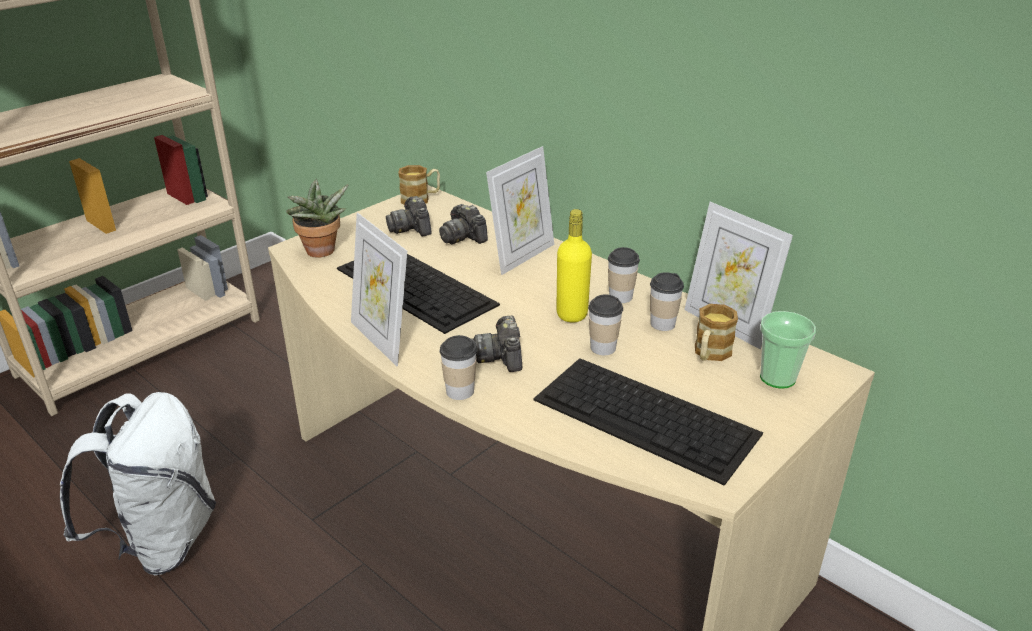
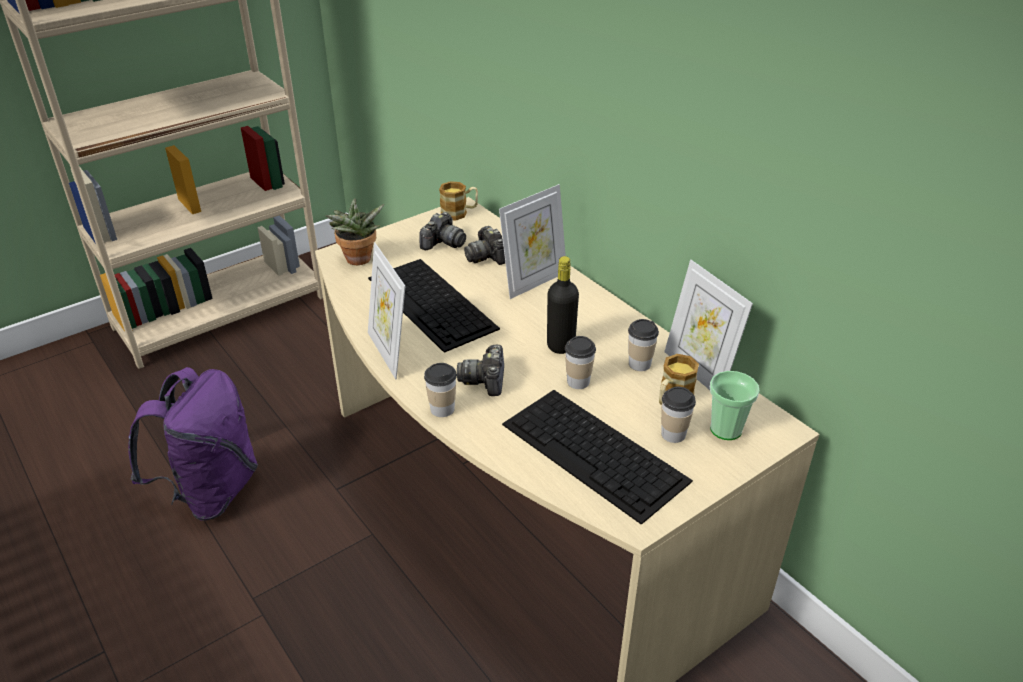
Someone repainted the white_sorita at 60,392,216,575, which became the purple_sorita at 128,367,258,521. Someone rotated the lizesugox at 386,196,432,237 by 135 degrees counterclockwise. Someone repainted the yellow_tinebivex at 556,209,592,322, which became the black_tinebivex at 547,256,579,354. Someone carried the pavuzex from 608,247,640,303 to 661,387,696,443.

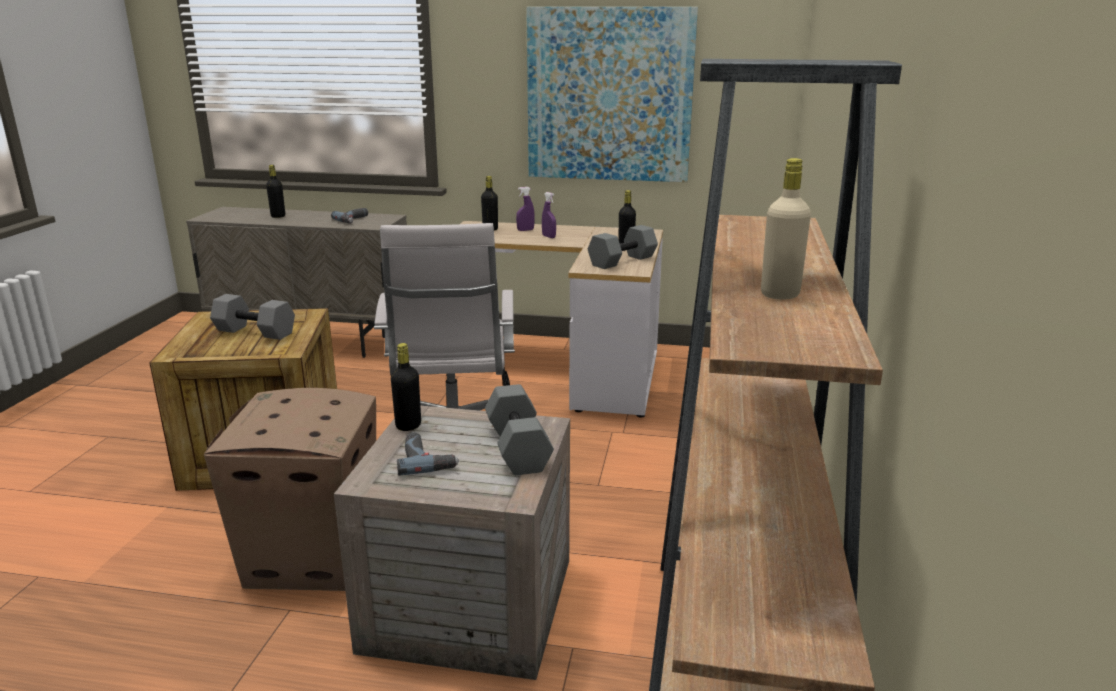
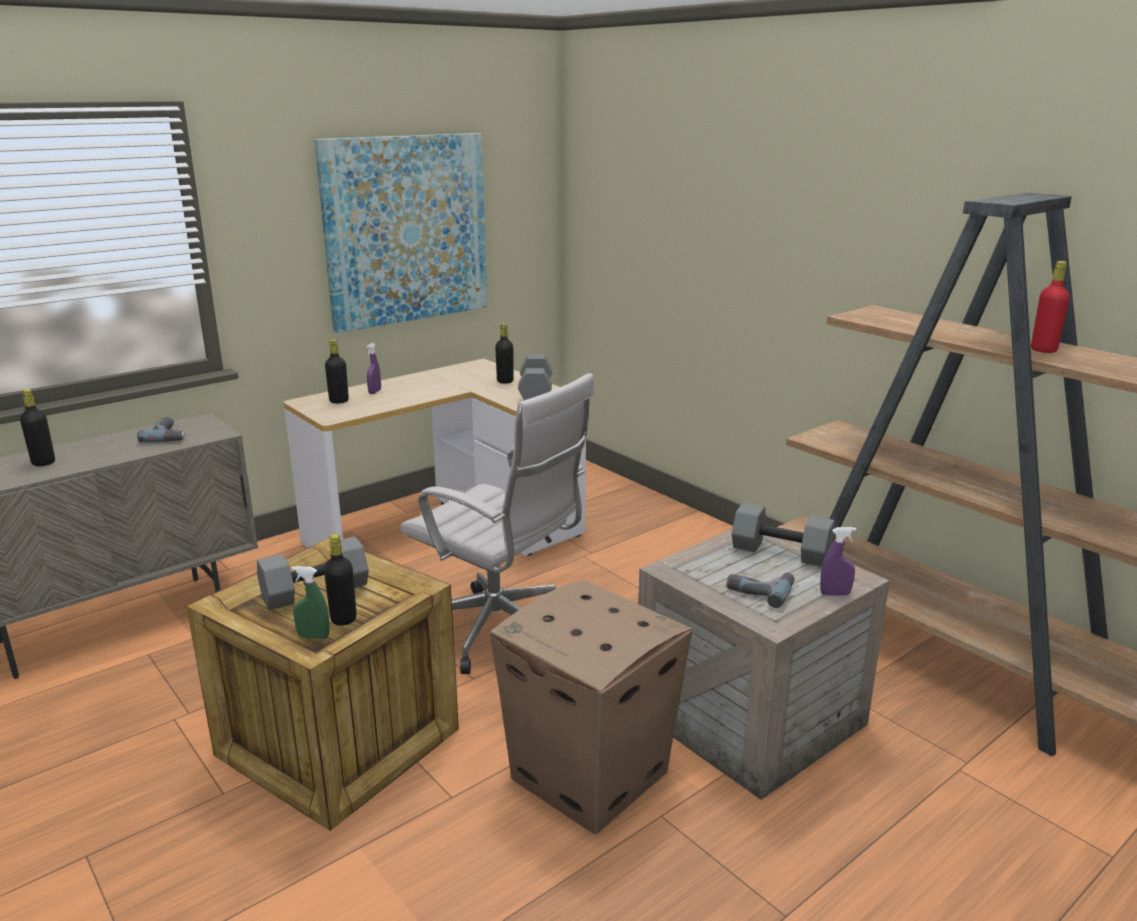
Someone put down the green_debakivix at 292,566,330,639. Someone carried the black_tinebivex from 391,343,421,431 to 324,534,356,626. Someone carried the purple_debakivix from 542,192,556,238 to 820,527,857,596. Someone repainted the beige_tinebivex at 761,158,811,300, which became the red_tinebivex at 1031,261,1070,353.

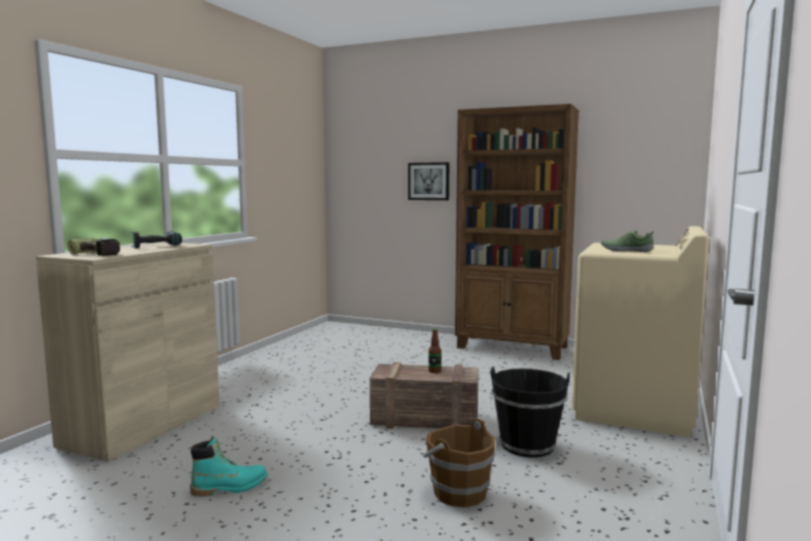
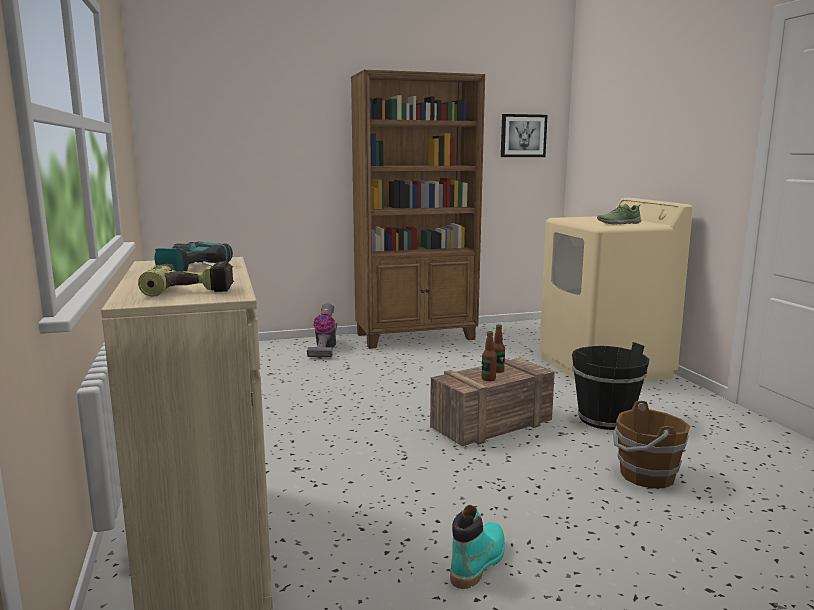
Someone put down the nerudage at 307,303,337,359. Someone put down the tinebivex at 481,331,497,381. Someone carried the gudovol from 408,162,449,200 to 501,114,548,157.

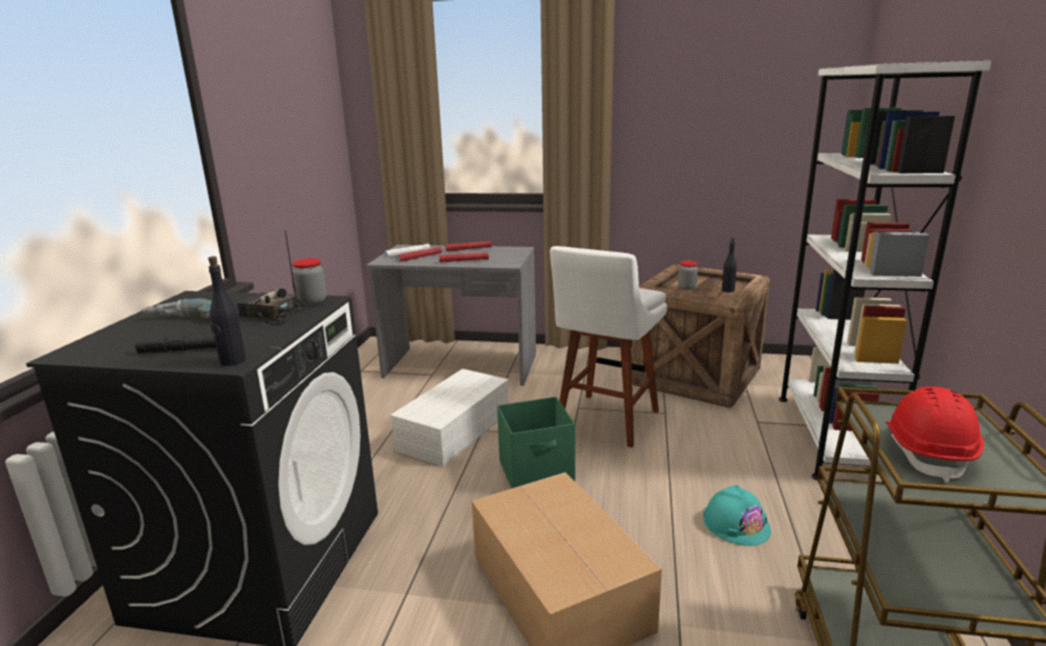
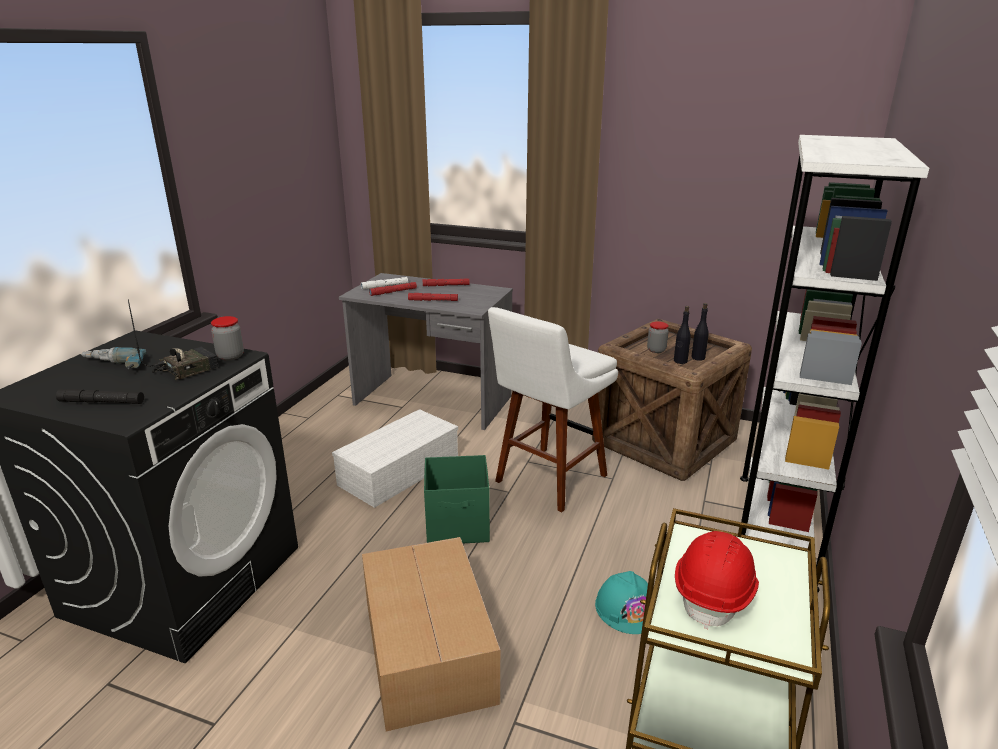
Someone rotated the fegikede at 237,231,302,325 by 105 degrees clockwise. Someone carried the black_tinebivex from 208,256,246,366 to 674,306,691,364.

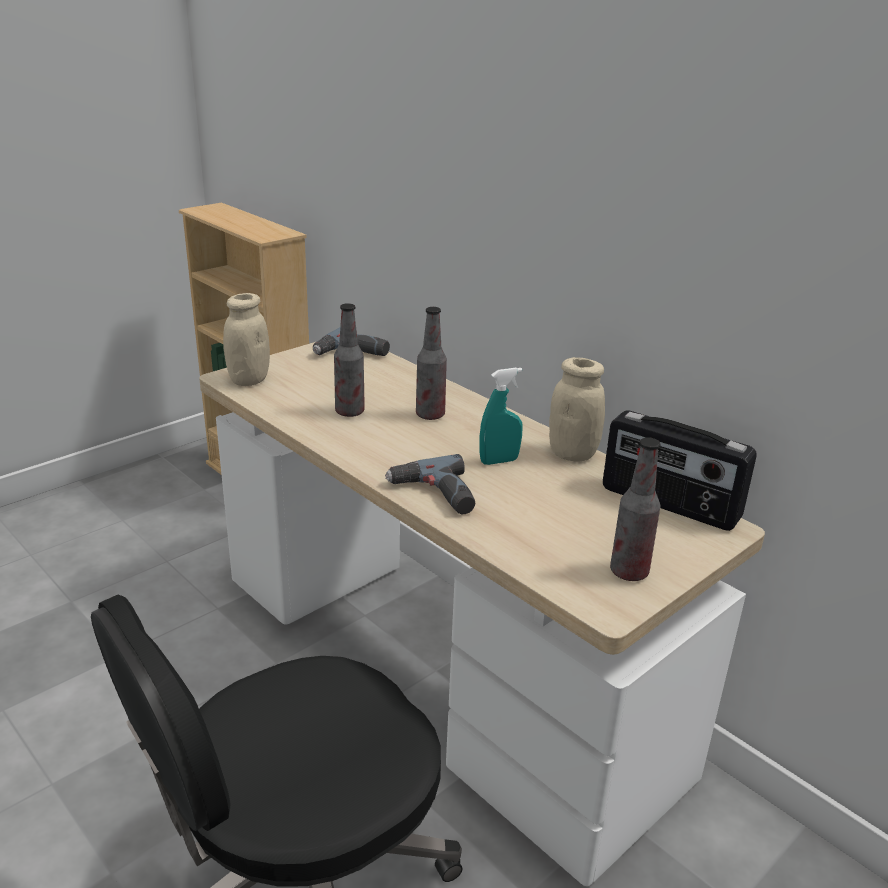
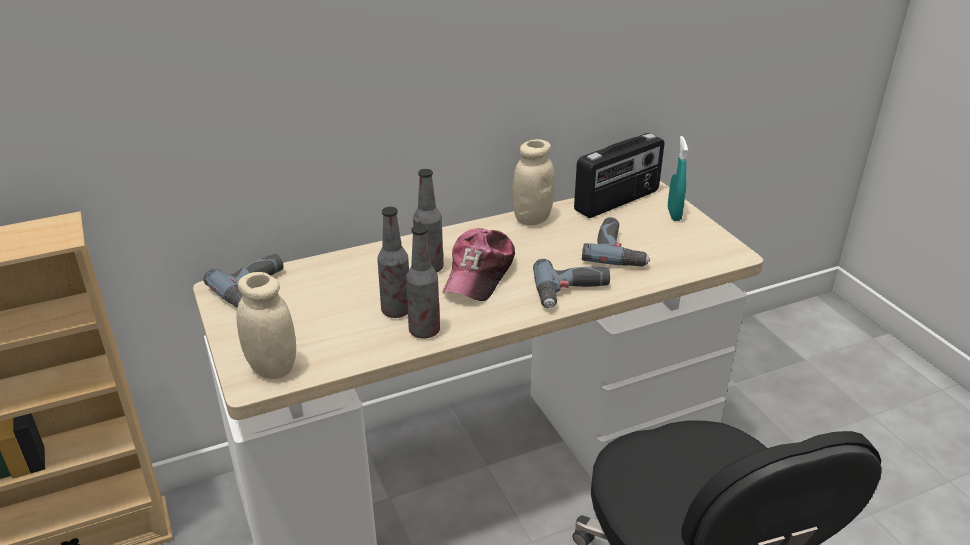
Someone carried the tinebivex from 610,437,661,581 to 406,224,440,339. Someone put down the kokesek at 442,228,515,301. Someone put down the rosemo at 582,217,650,267. Someone carried the turquoise_debakivix from 479,367,523,465 to 668,136,688,221.

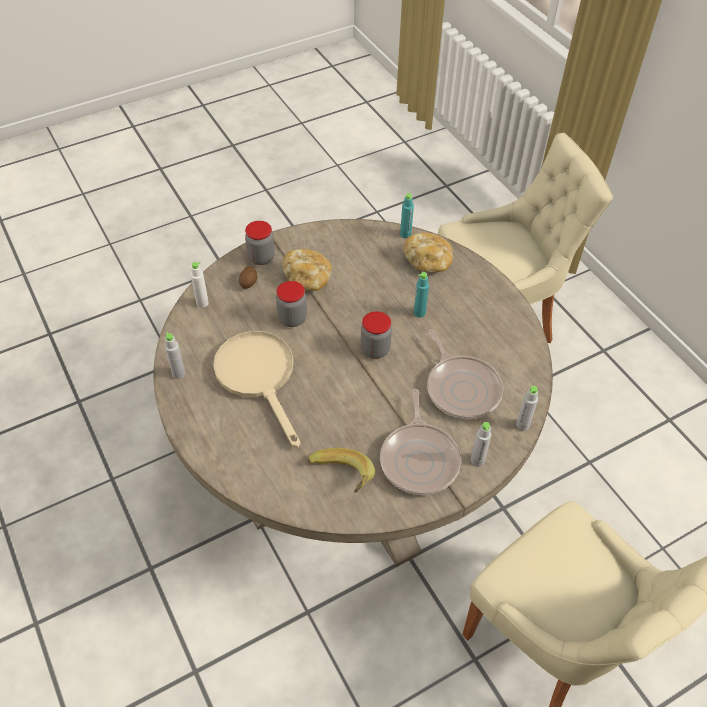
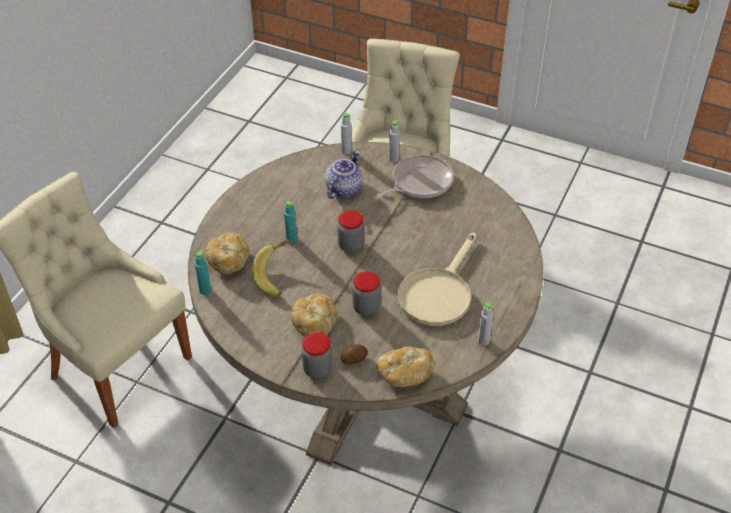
Someone carried the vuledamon from 307,448,375,492 to 252,239,292,297. Someone swapped the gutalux at 427,329,504,419 for the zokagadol at 325,151,362,199. Someone swapped the white_tinebivex at 191,262,209,308 for the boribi at 377,346,435,387.

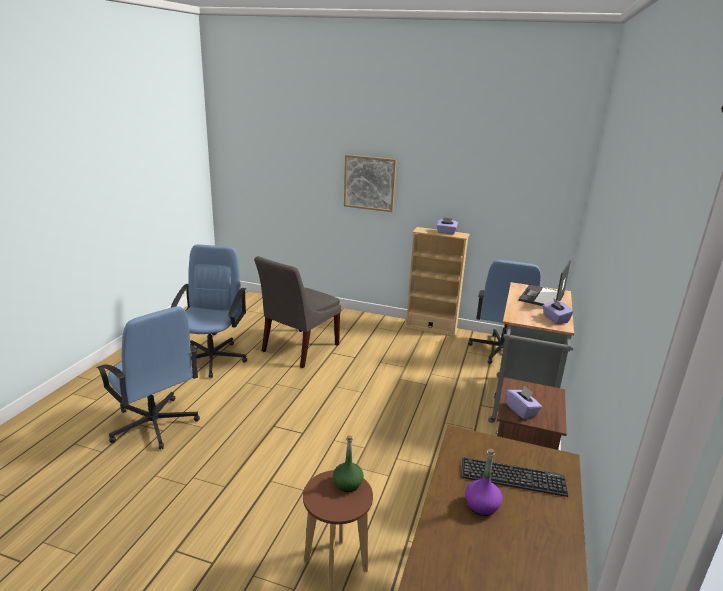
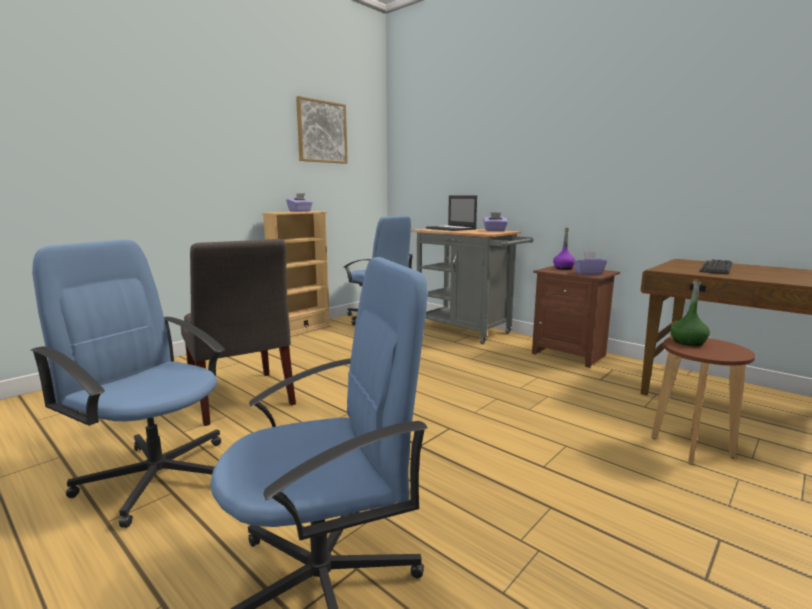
Someone carried the gudovol from 344,155,397,212 to 296,96,348,164. Someone carried the purple_tinebivex from 465,449,502,516 to 553,228,575,270.

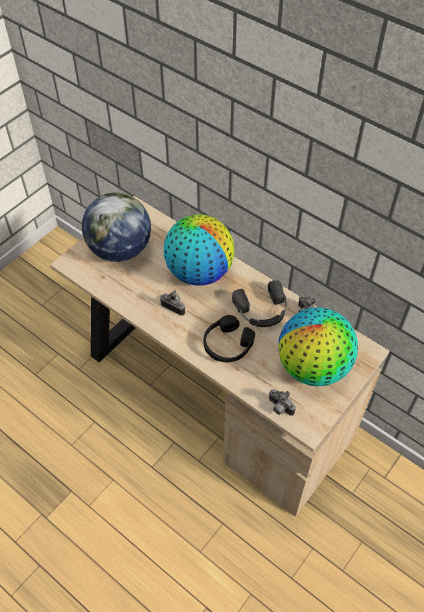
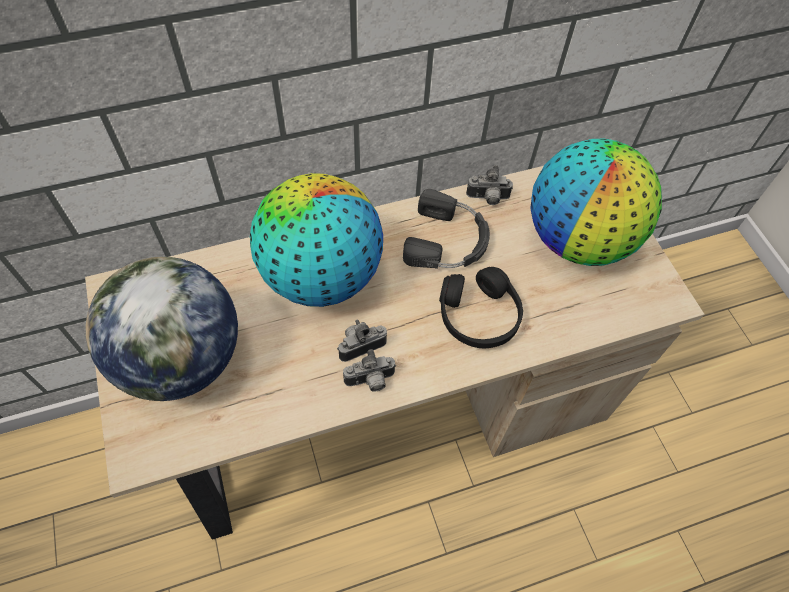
Someone carried the lizesugox from 269,389,296,416 to 343,349,396,392.

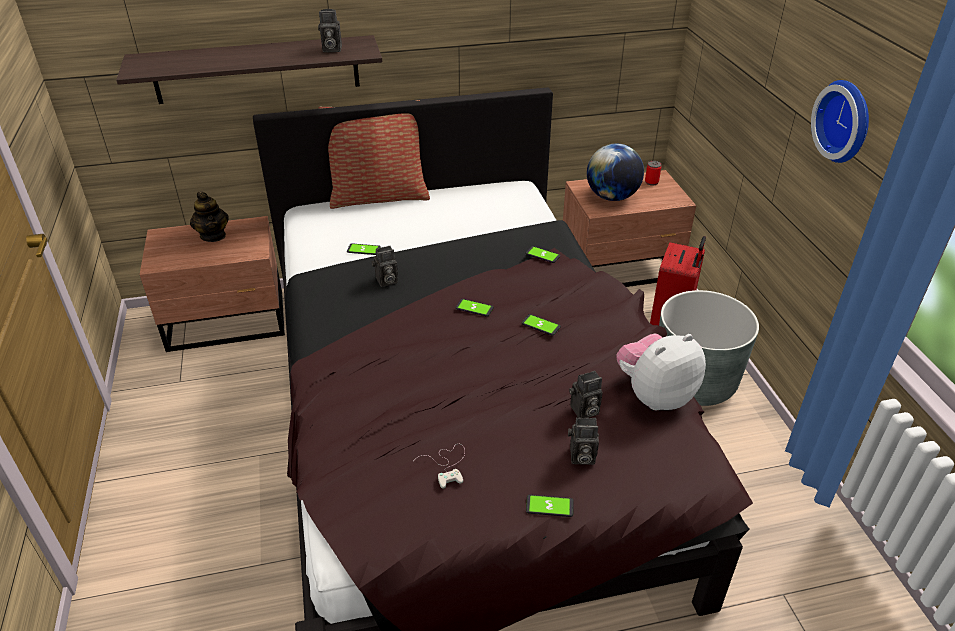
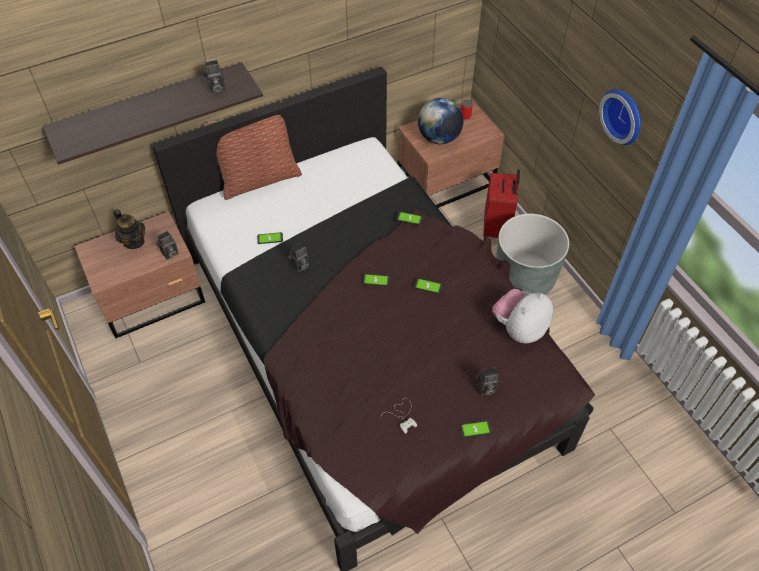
Someone carried the lizesugox from 569,371,603,418 to 156,231,179,260.

